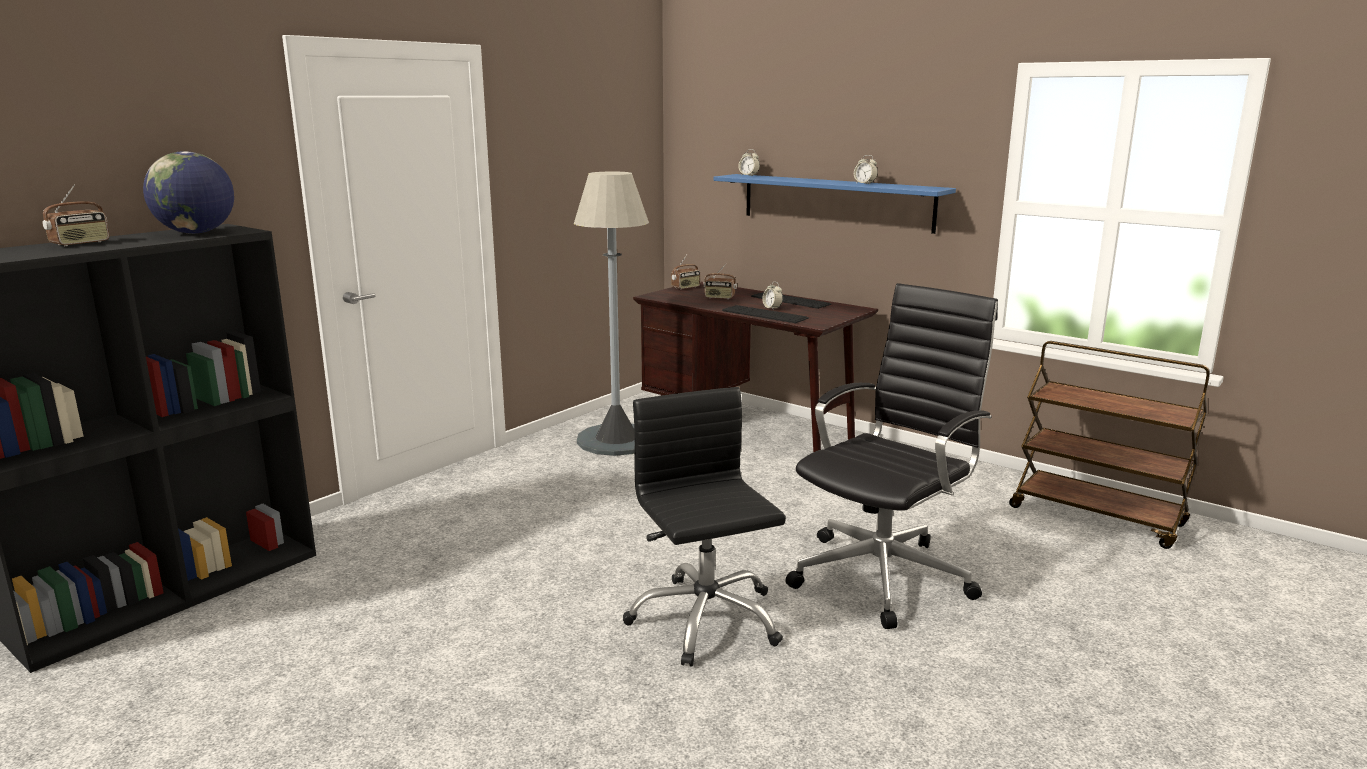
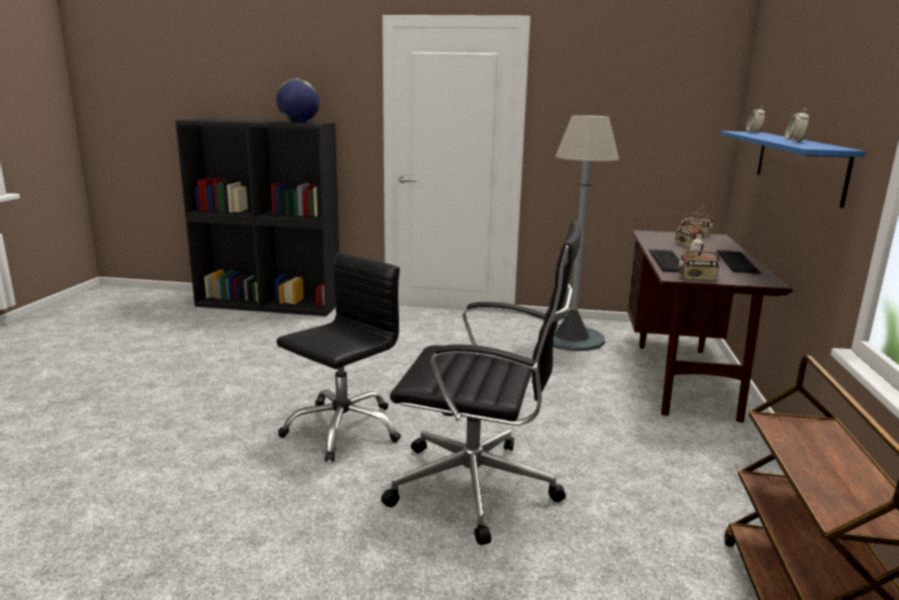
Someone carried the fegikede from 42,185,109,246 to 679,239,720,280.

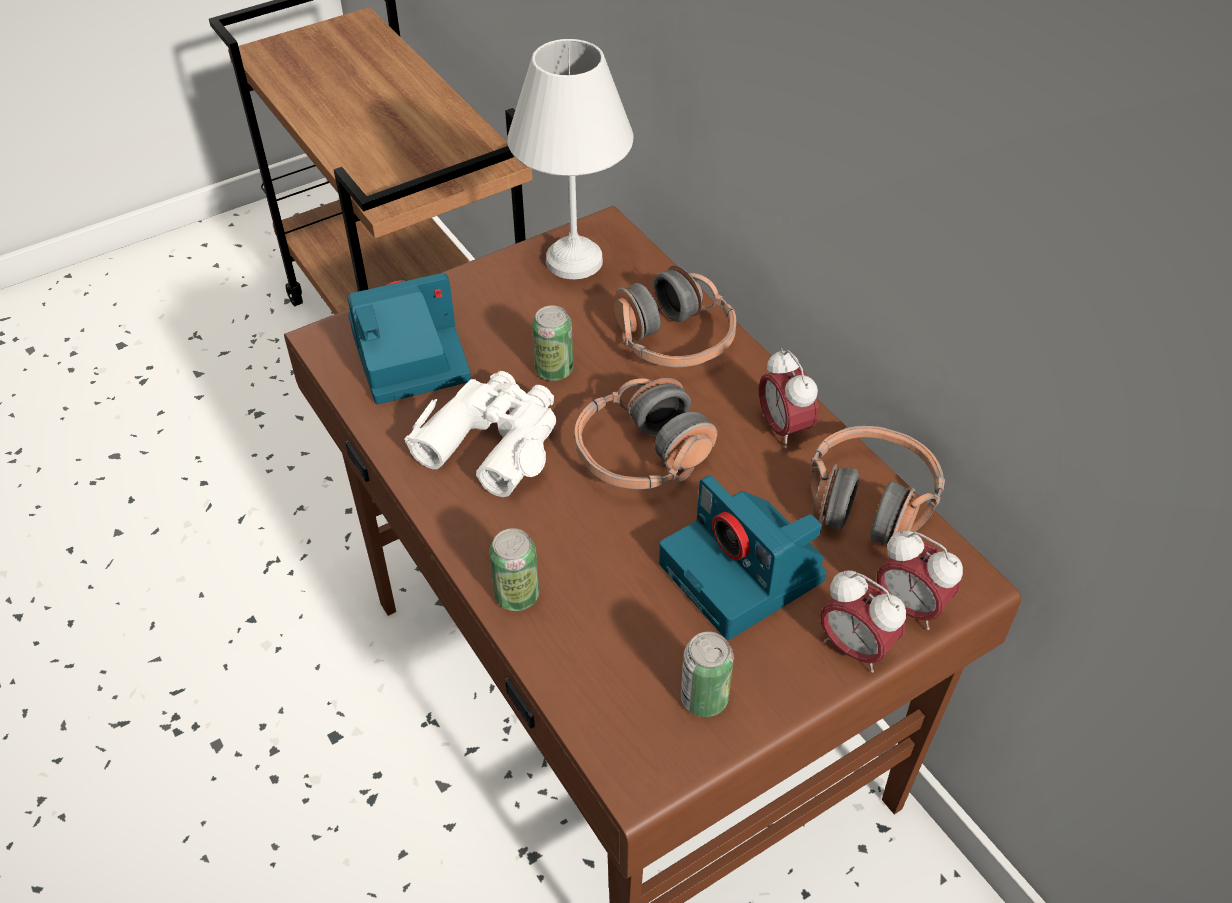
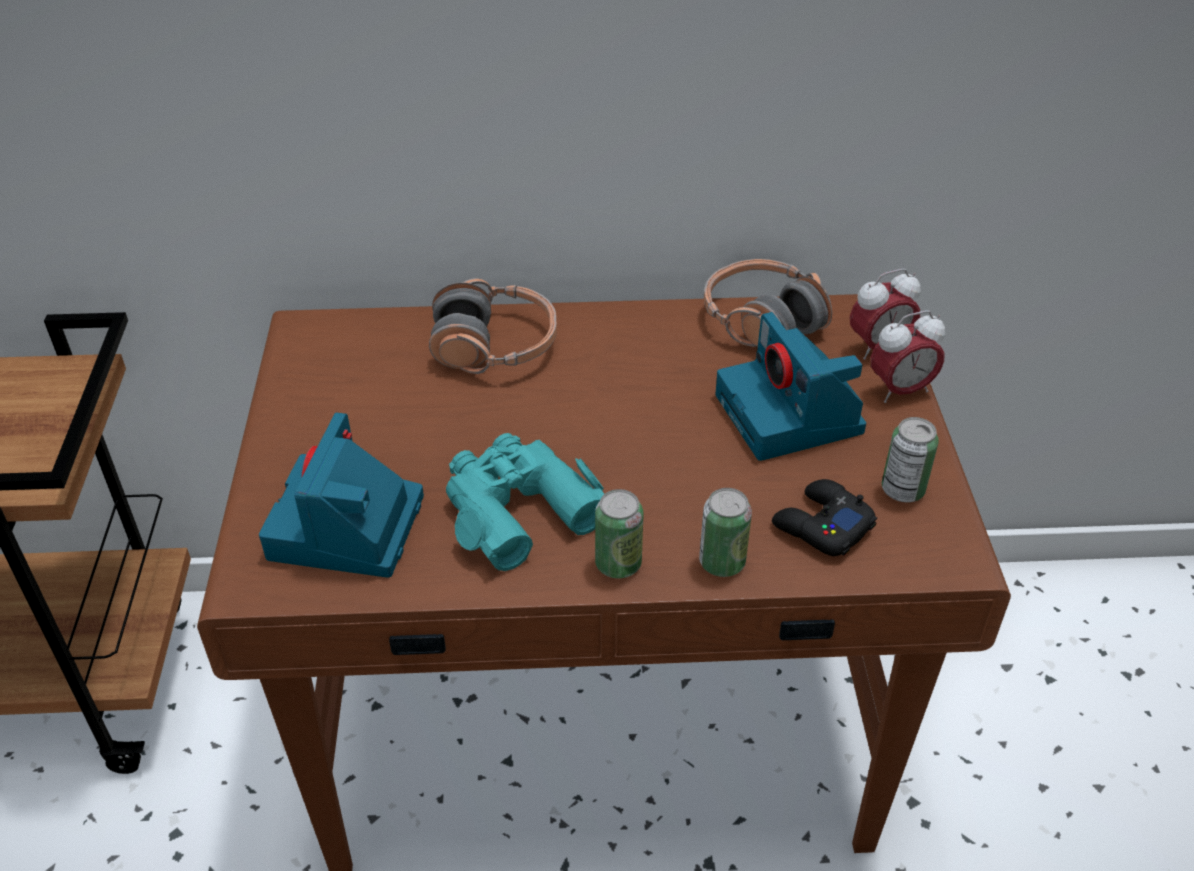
Someone repainted the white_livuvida at 404,371,557,497, which became the turquoise_livuvida at 446,433,604,571. Someone carried the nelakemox from 532,305,573,381 to 595,489,644,578. Someone rotated the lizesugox at 659,475,827,640 by 75 degrees clockwise. Someone put down the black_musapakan at 772,479,877,556. Someone took away the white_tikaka at 507,39,633,279. Someone took away the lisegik at 575,378,718,489. Someone took away the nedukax at 759,348,818,448.

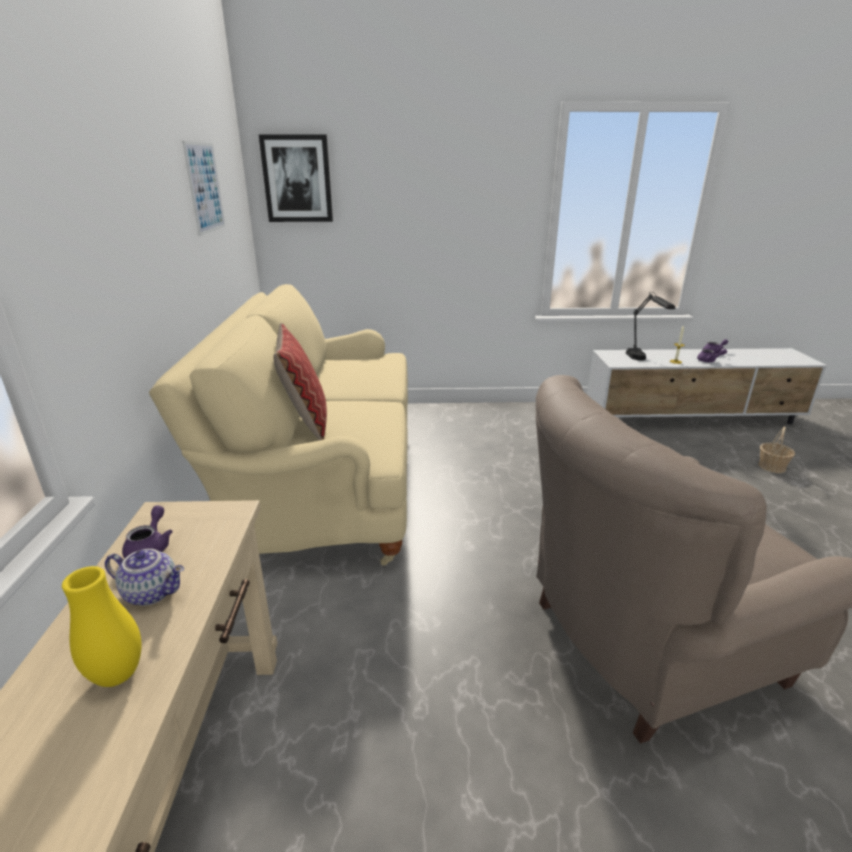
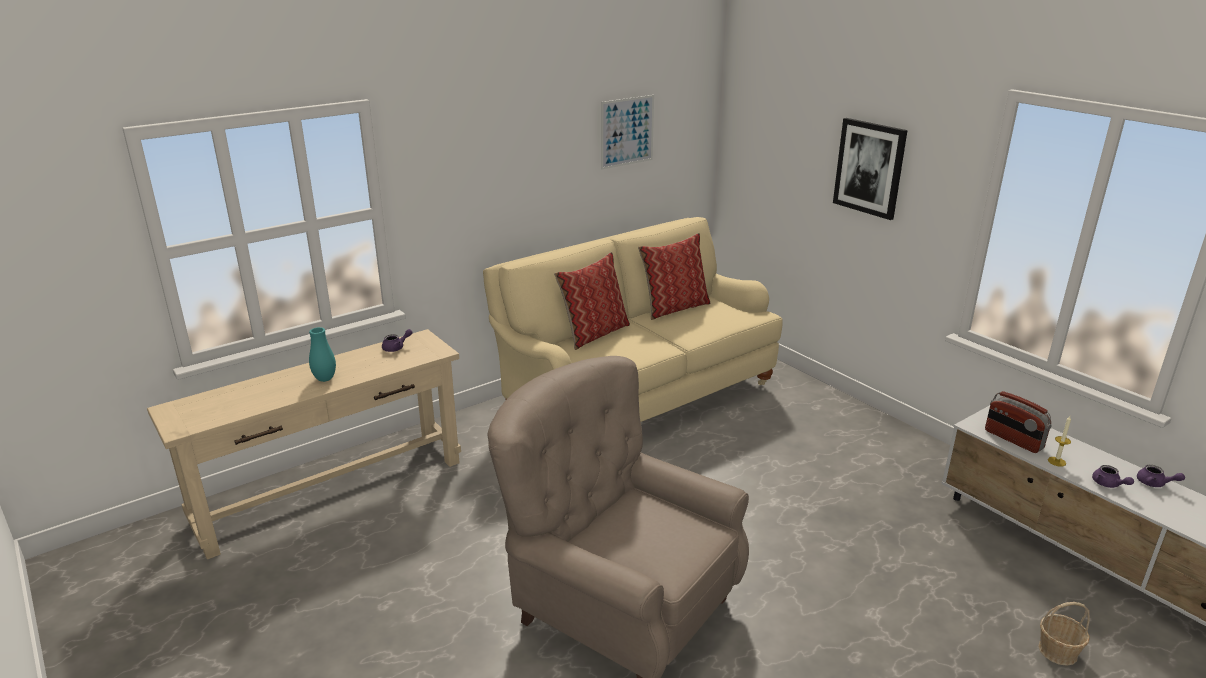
Someone repainted the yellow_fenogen at 62,566,142,687, which became the turquoise_fenogen at 309,327,336,382. Someone put down the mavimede at 638,233,710,320. Someone carried the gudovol from 259,134,333,222 to 833,118,908,220. Someone swapped the black_tikaka at 626,292,675,360 for the fegikede at 985,391,1052,453. Someone took away the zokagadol at 105,549,184,606.

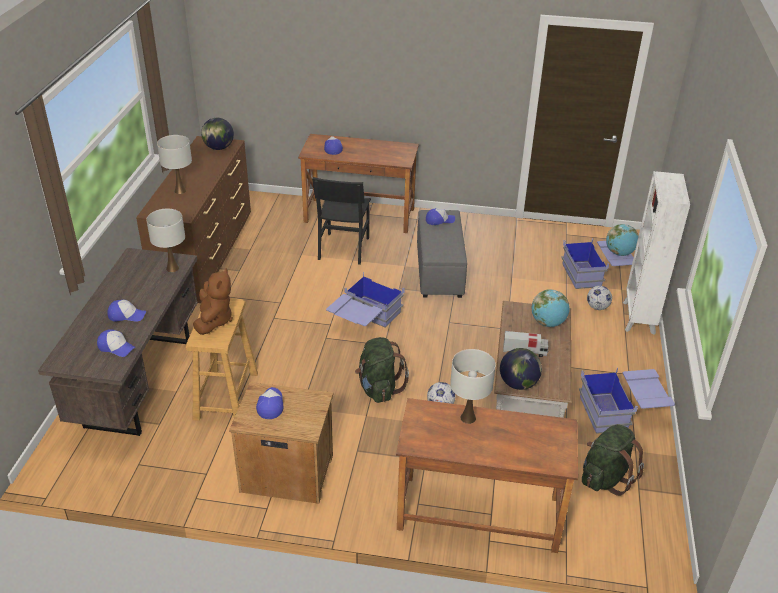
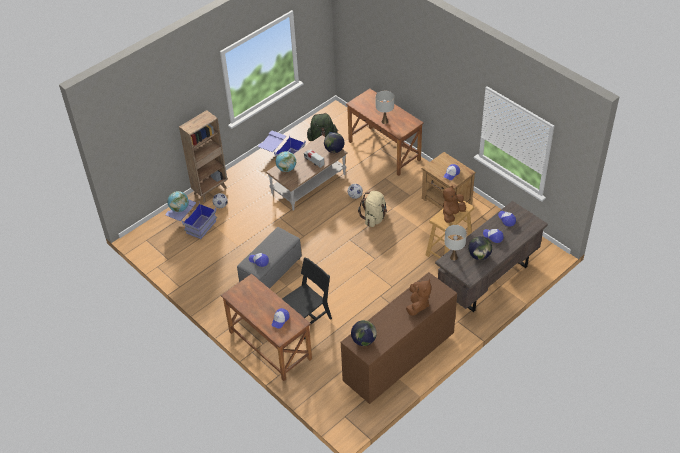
Someone repainted the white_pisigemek at 623,171,690,335, which became the brown_pisigemek at 179,110,227,202. Someone repainted the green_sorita at 355,337,409,403, which became the beige_sorita at 358,191,387,227. Someone swapped the white_tikaka at 157,135,192,194 for the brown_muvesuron at 406,279,431,316. Someone put down the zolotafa at 468,236,492,260. Someone took away the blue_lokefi at 326,272,405,328.

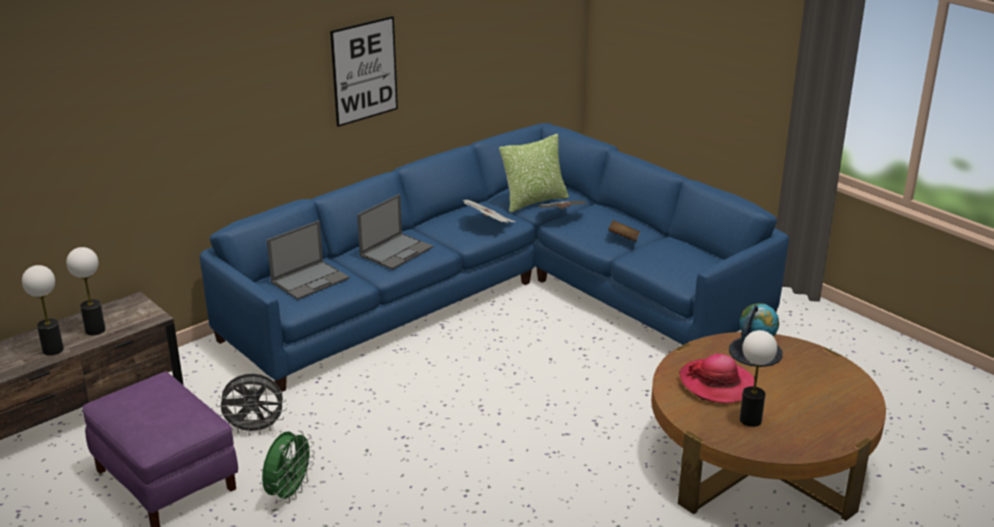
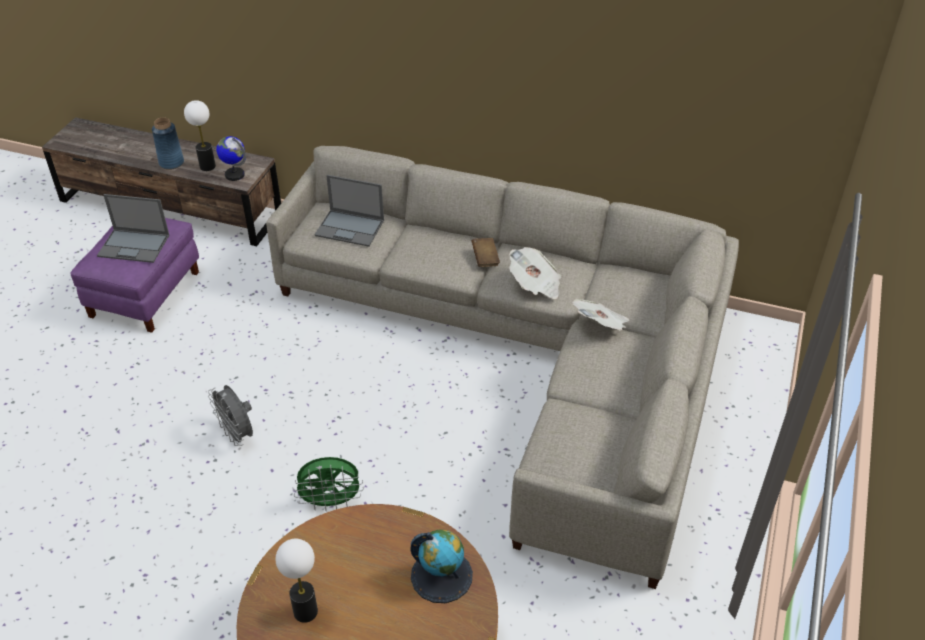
Someone carried the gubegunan from 357,194,433,270 to 97,194,169,263. Someone swapped the tikaka at 22,265,64,356 for the blue_fenogen at 152,117,184,170. Someone carried the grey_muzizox from 216,374,287,436 to 208,385,253,446. Someone put down the zolotafa at 216,136,246,181. Someone repainted the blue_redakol at 200,123,789,392, which became the grey_redakol at 266,146,739,589. Someone carried the green_muzizox from 262,430,315,503 to 292,457,364,511. Someone carried the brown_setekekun from 608,220,640,242 to 471,238,500,267. Someone took away the gudovol at 330,16,398,127. Someone took away the mavimede at 499,134,569,212. Someone took away the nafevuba at 679,353,755,403.

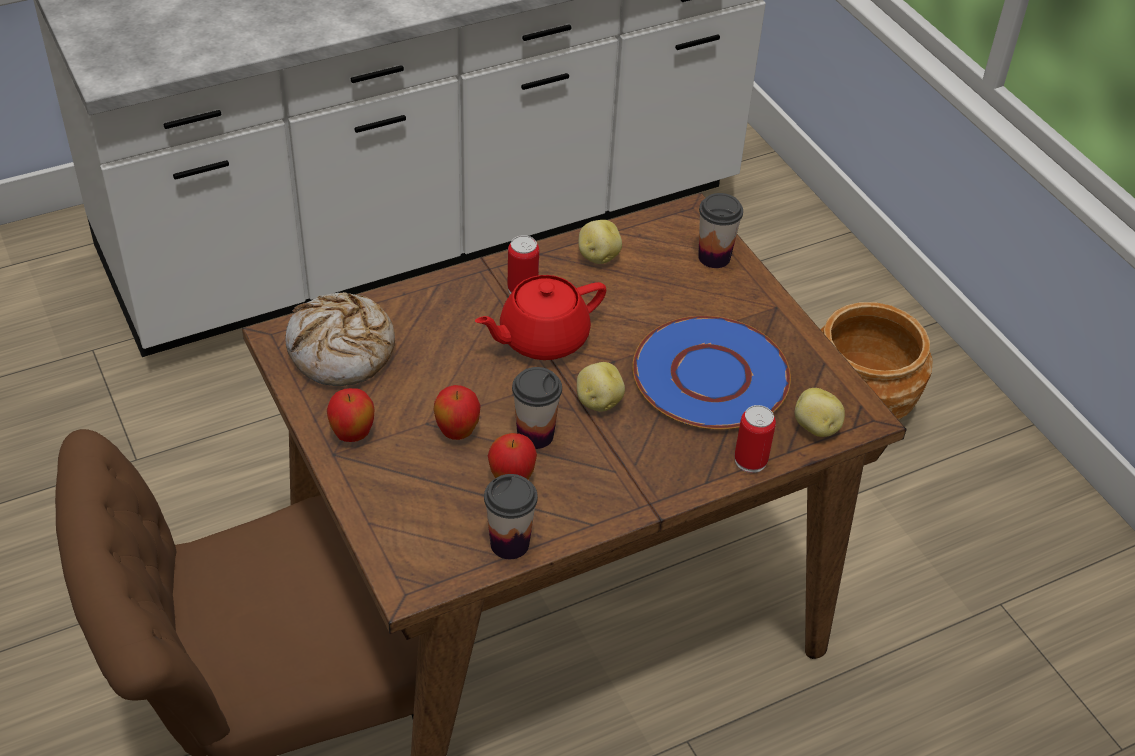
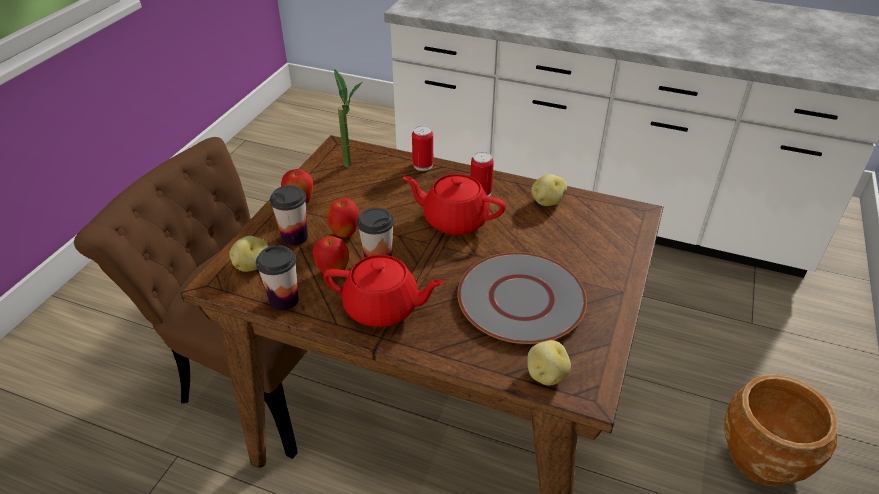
Someone carried the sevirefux from 577,362,625,412 to 229,236,268,272. Someone carried the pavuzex from 698,193,743,268 to 270,185,308,246. Someone put down the red_zokagadol at 323,255,445,327. Someone swapped the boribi at 285,292,395,386 for the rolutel at 334,69,362,167. Someone carried the nelakemox from 735,405,776,473 to 412,126,433,171. Someone repainted the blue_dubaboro at 632,316,791,429, which became the grey_dubaboro at 457,252,587,344.

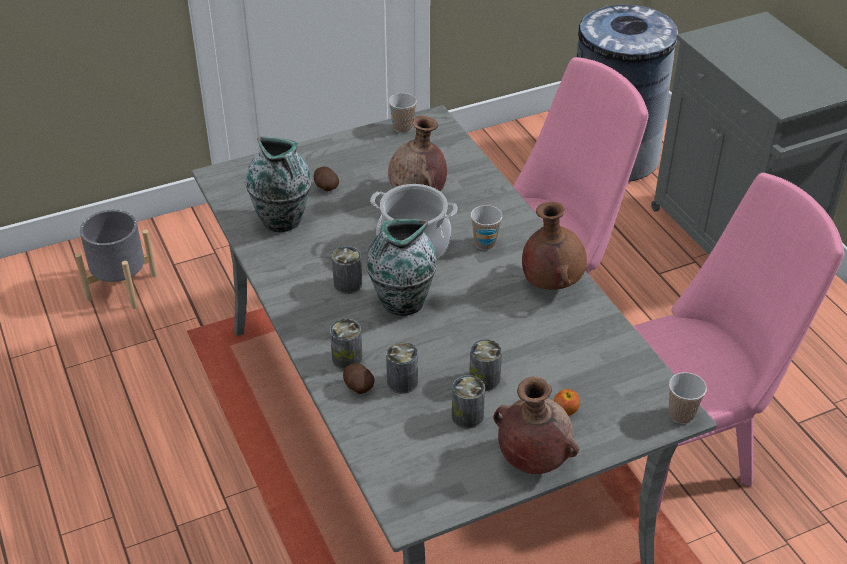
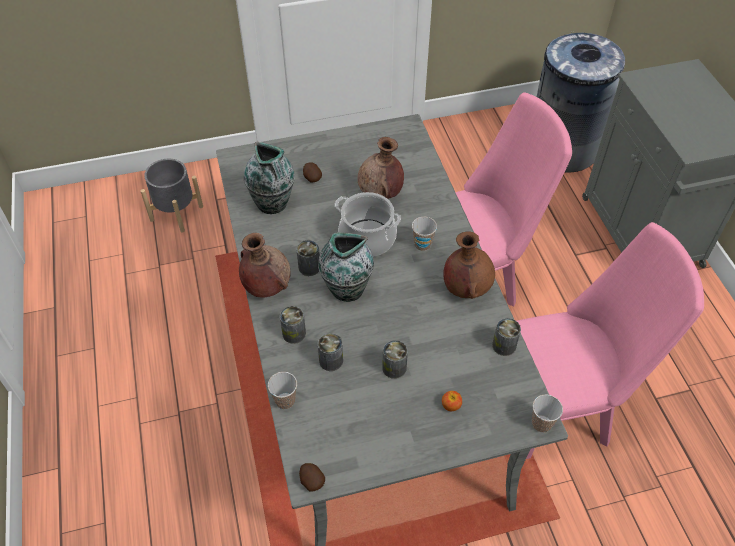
Someone carried the brown_fenogen from 493,376,579,474 to 239,233,291,298. Someone carried the pavuzex from 388,93,417,133 to 268,372,297,409. Someone carried the sevirefux from 343,363,374,394 to 299,463,325,492. Someone carried the nelakemox from 452,375,485,429 to 492,318,521,356.

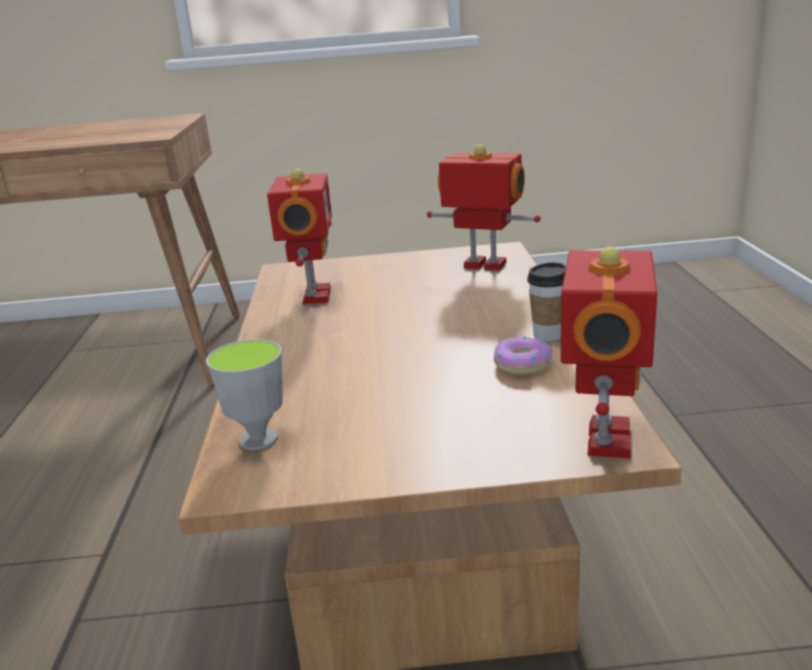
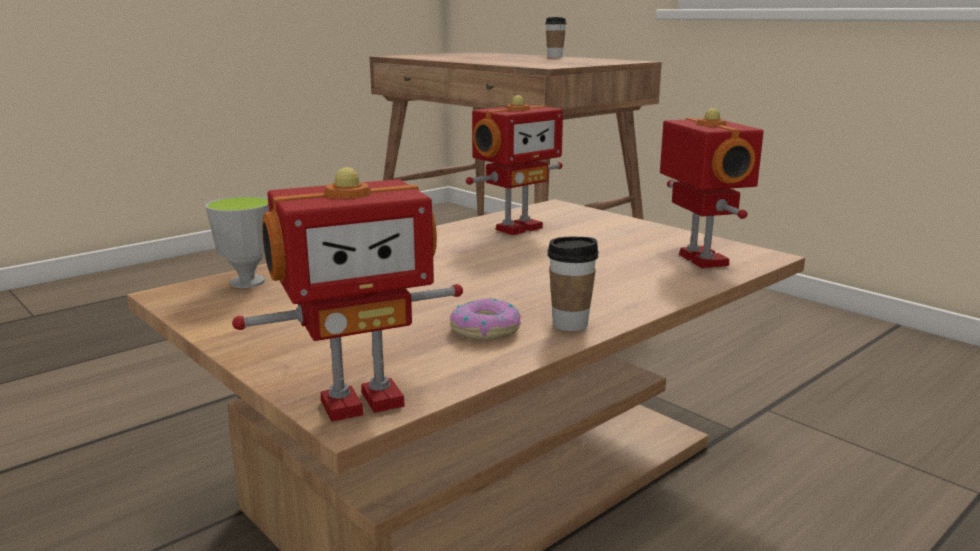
Someone put down the pavuzex at 545,17,566,58.

